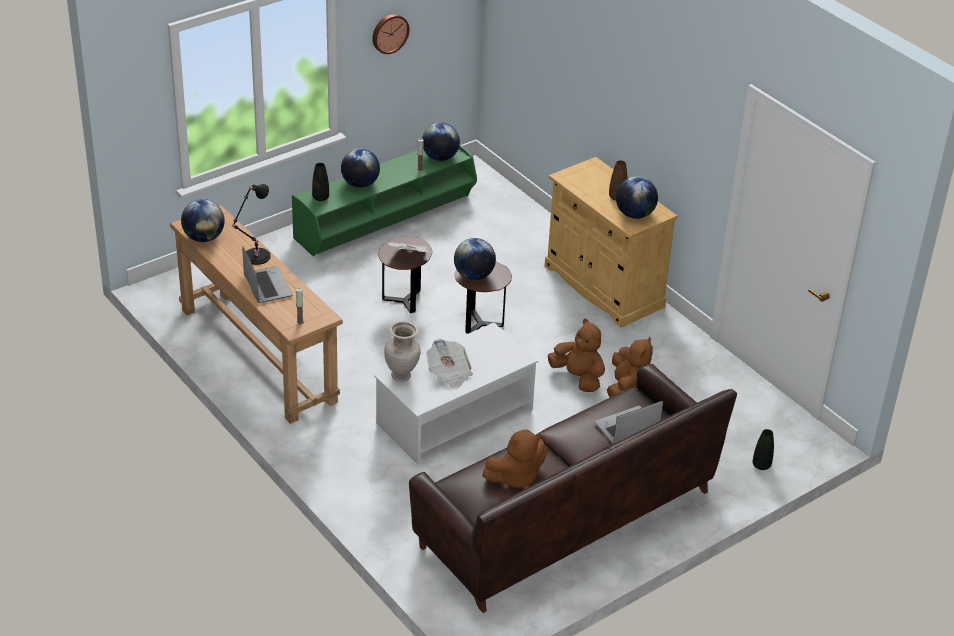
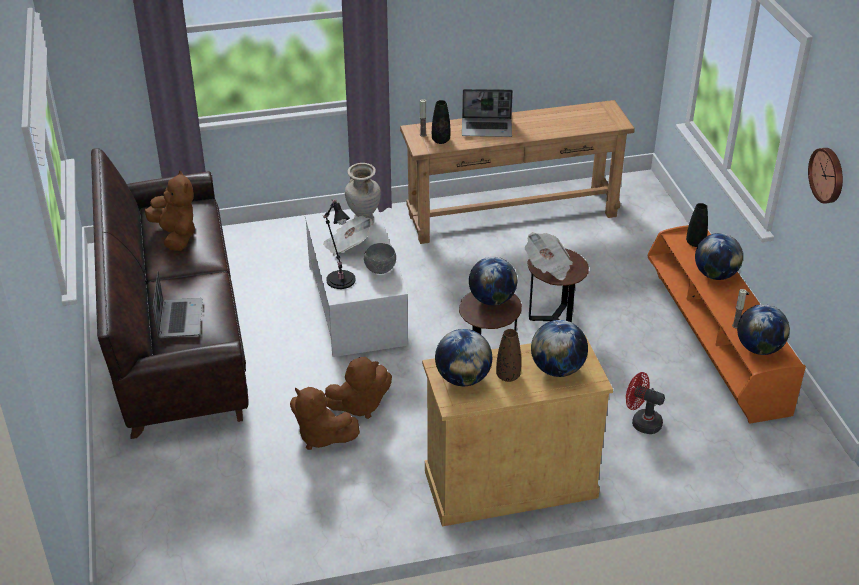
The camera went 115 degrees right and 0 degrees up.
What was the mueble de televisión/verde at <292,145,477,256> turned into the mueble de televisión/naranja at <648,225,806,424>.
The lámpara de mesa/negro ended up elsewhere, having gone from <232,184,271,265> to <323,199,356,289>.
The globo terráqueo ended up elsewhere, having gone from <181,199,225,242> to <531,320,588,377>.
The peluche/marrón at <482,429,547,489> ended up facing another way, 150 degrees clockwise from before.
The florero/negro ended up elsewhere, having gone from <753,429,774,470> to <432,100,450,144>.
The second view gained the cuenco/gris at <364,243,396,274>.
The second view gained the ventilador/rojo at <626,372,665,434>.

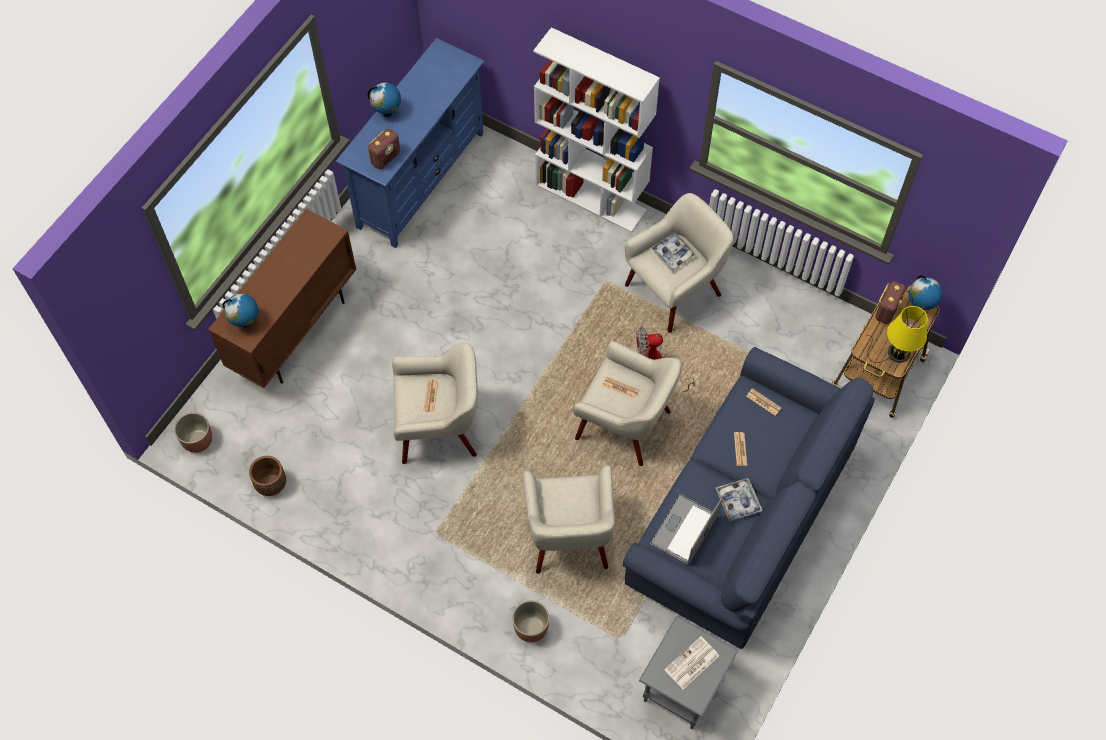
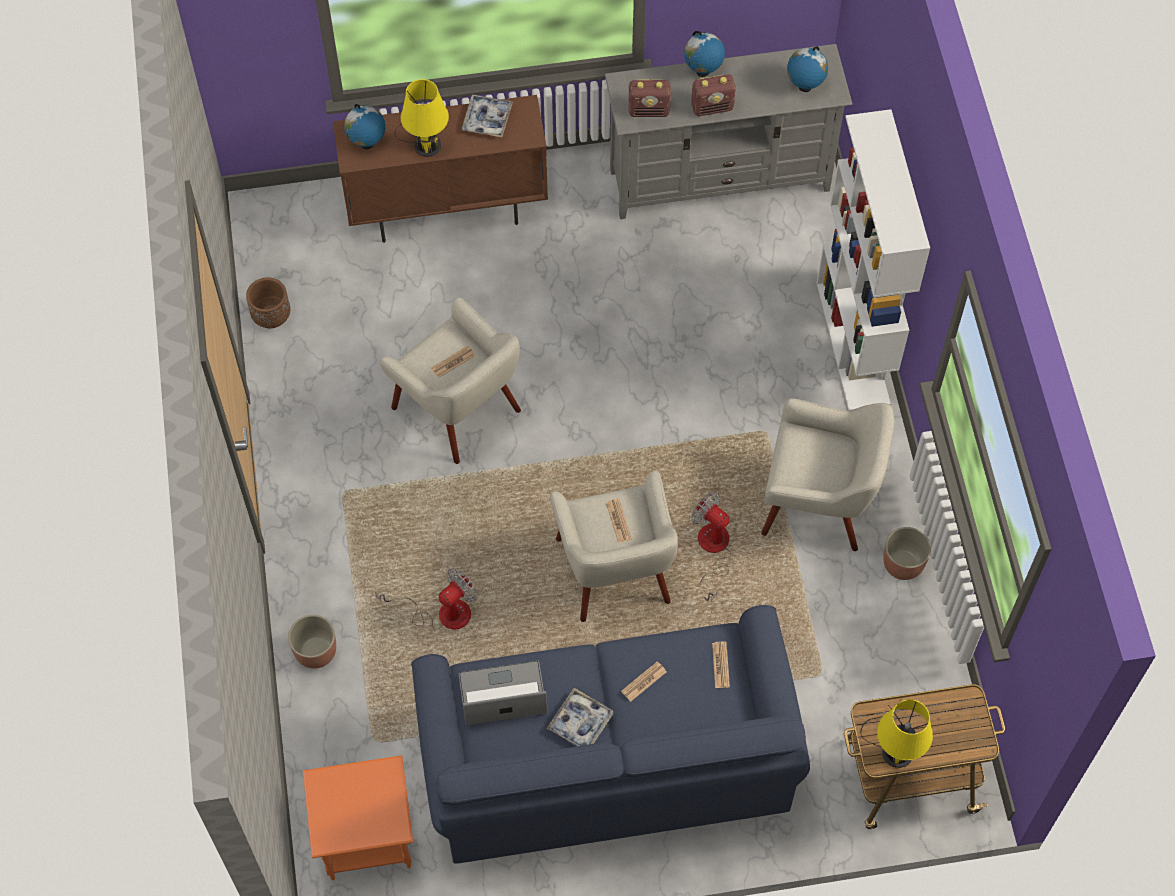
The camera went 50 degrees right and 0 degrees up.
What was the mueble de televisión/azul at <336,38,484,248> turned into the mueble de televisión/gris at <605,44,853,219>.
The bandeja ended up elsewhere, having gone from <650,232,697,271> to <462,95,513,137>.
The globo terráqueo ended up elsewhere, having gone from <909,275,943,310> to <787,46,828,92>.
The radio ended up elsewhere, having gone from <876,281,905,324> to <691,74,736,116>.
The maceta ended up elsewhere, having gone from <174,412,212,453> to <883,527,931,580>.
Where the sillón/beis stood at <523,466,615,574>, the ventilador came to stand at <375,568,478,630>.
What was the mesa auxiliar/gris at <639,616,739,729> turned into the mesa auxiliar/naranja at <303,755,413,880>.
The second view lost the periódico at <664,636,719,689>.
The second view gained the lámpara de mesa/amarillo at <394,79,449,157>.

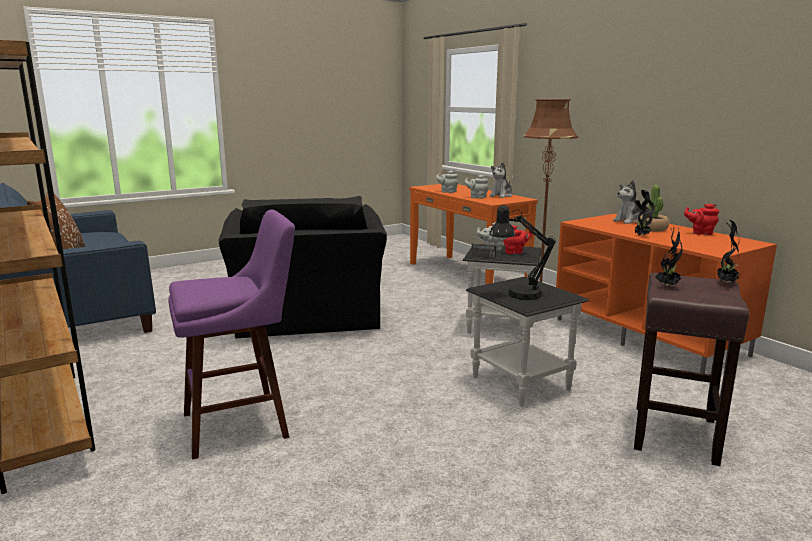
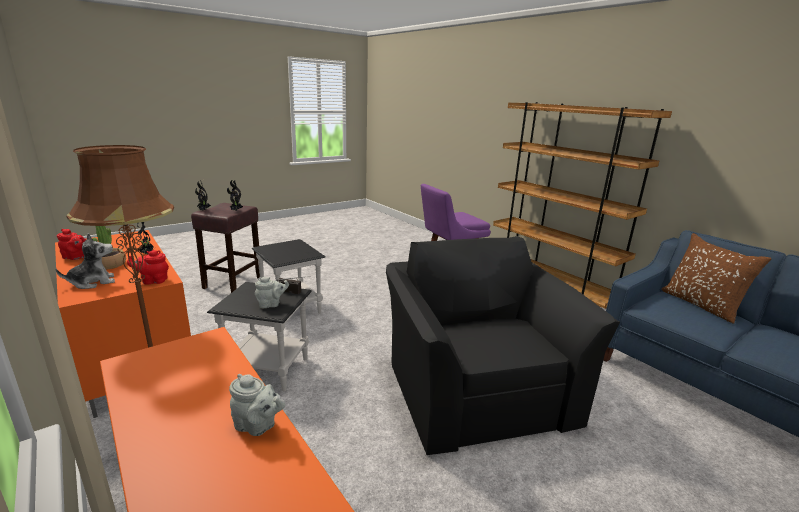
The camera went 175 degrees right and 5 degrees up.
The second view lost the peluche at <489,162,512,198>.
The second view lost the tetera/gris at <464,175,489,199>.
The second view lost the lámpara de mesa/negro at <489,205,556,300>.
The tetera/rojo ended up elsewhere, having gone from <503,225,532,254> to <127,250,169,285>.

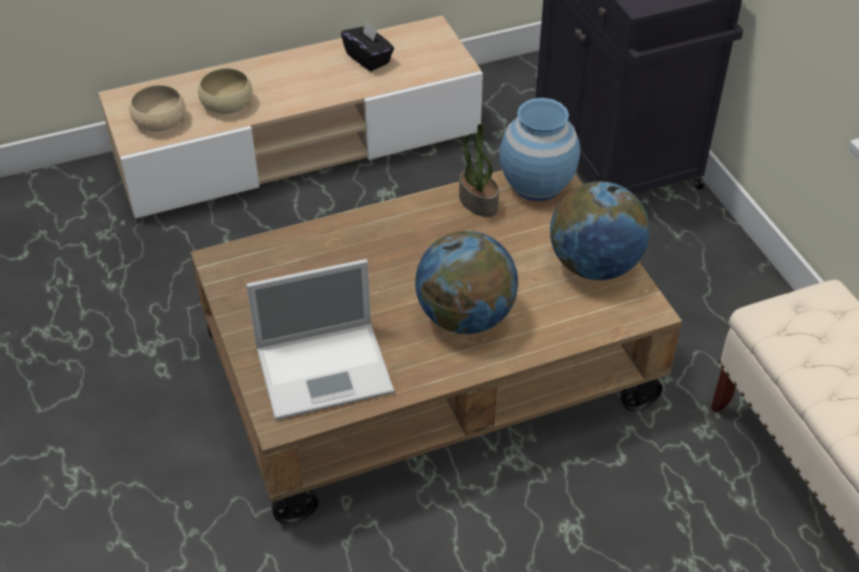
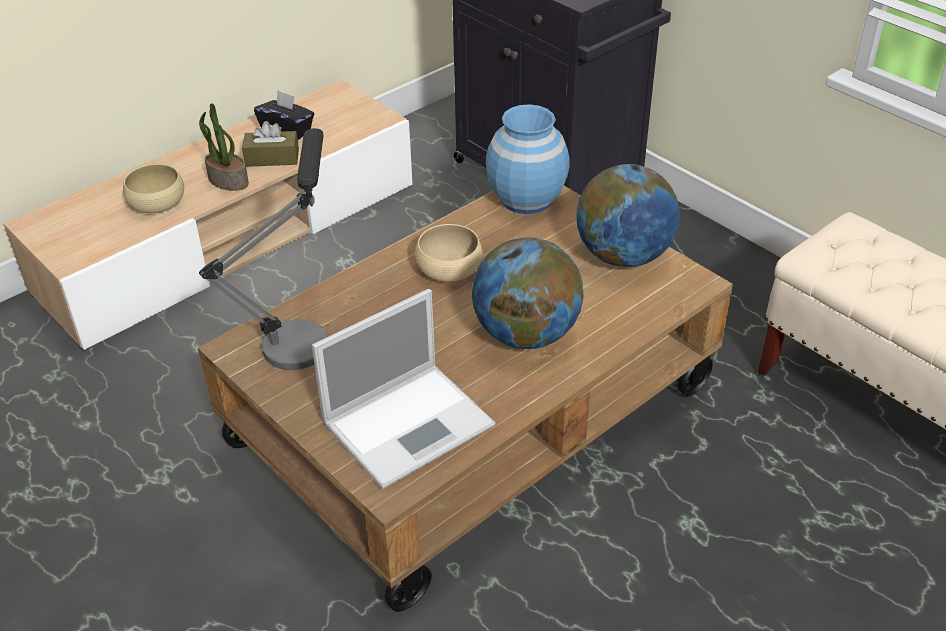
The camera went 20 degrees left and 5 degrees down.
The cuenco/beis ended up elsewhere, having gone from <130,85,185,132> to <415,224,483,282>.
The planta en maceta ended up elsewhere, having gone from <459,124,499,217> to <199,103,249,191>.
The second view gained the caja de pañuelos/marrón at <242,121,299,167>.
The second view gained the lámpara de mesa at <199,128,328,370>.

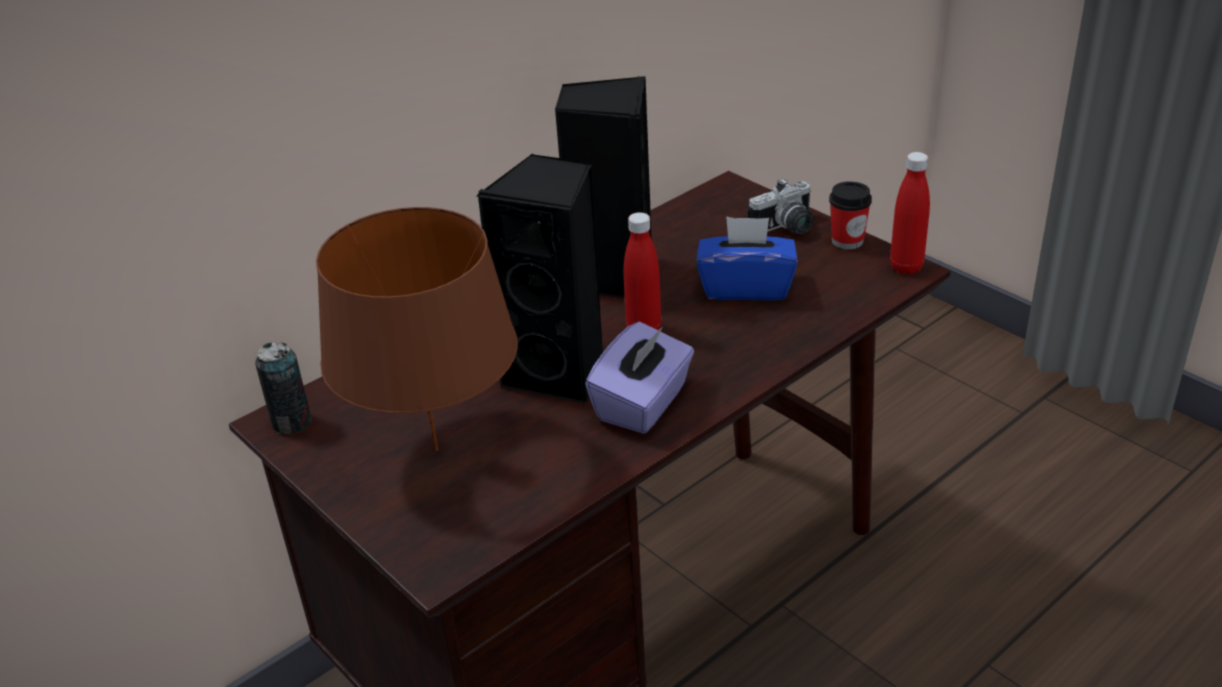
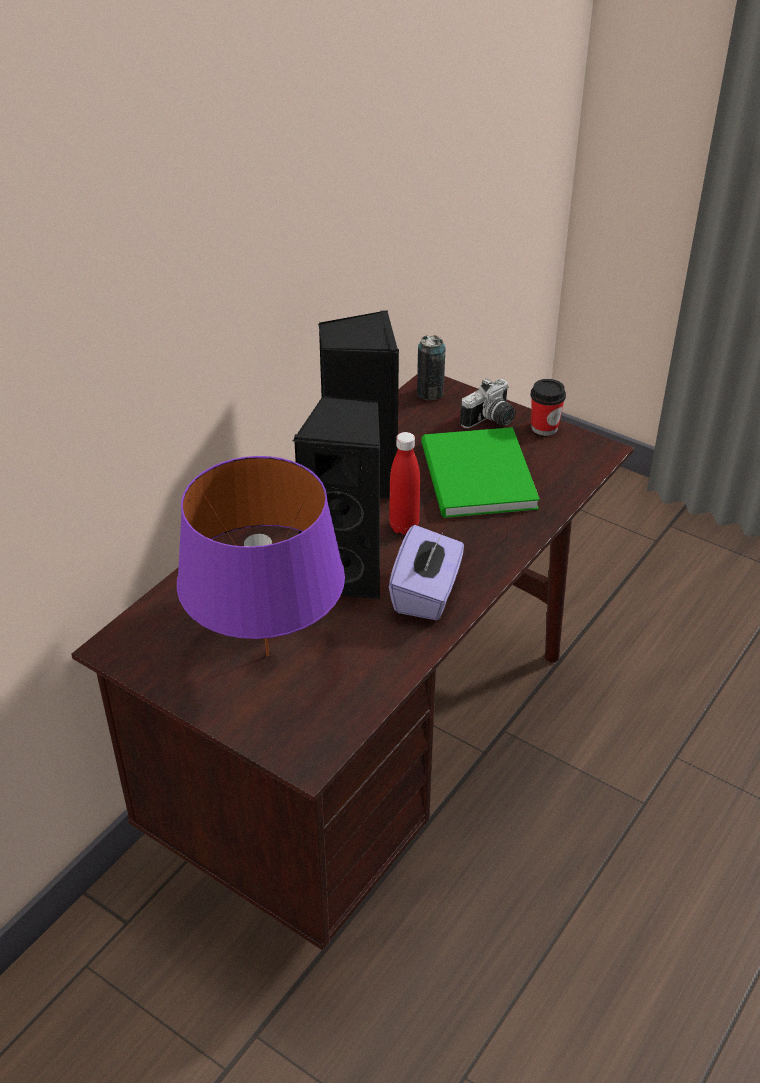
The camera went 15 degrees left and 5 degrees up.
The second view lost the botella/rojo at <890,152,930,274>.
What was the lámpara de mesa/marrón at <316,207,518,451> turned into the lámpara de mesa/morado at <177,456,345,657>.
Where the caja de pañuelos/azul stood at <696,216,798,301>, the libro/verde came to stand at <422,427,540,518>.
The lata ended up elsewhere, having gone from <255,342,312,434> to <417,335,445,400>.

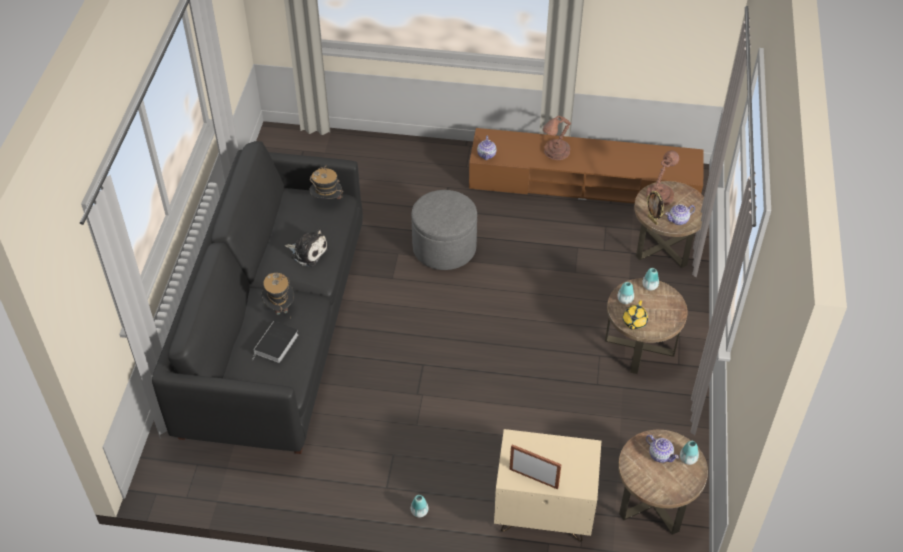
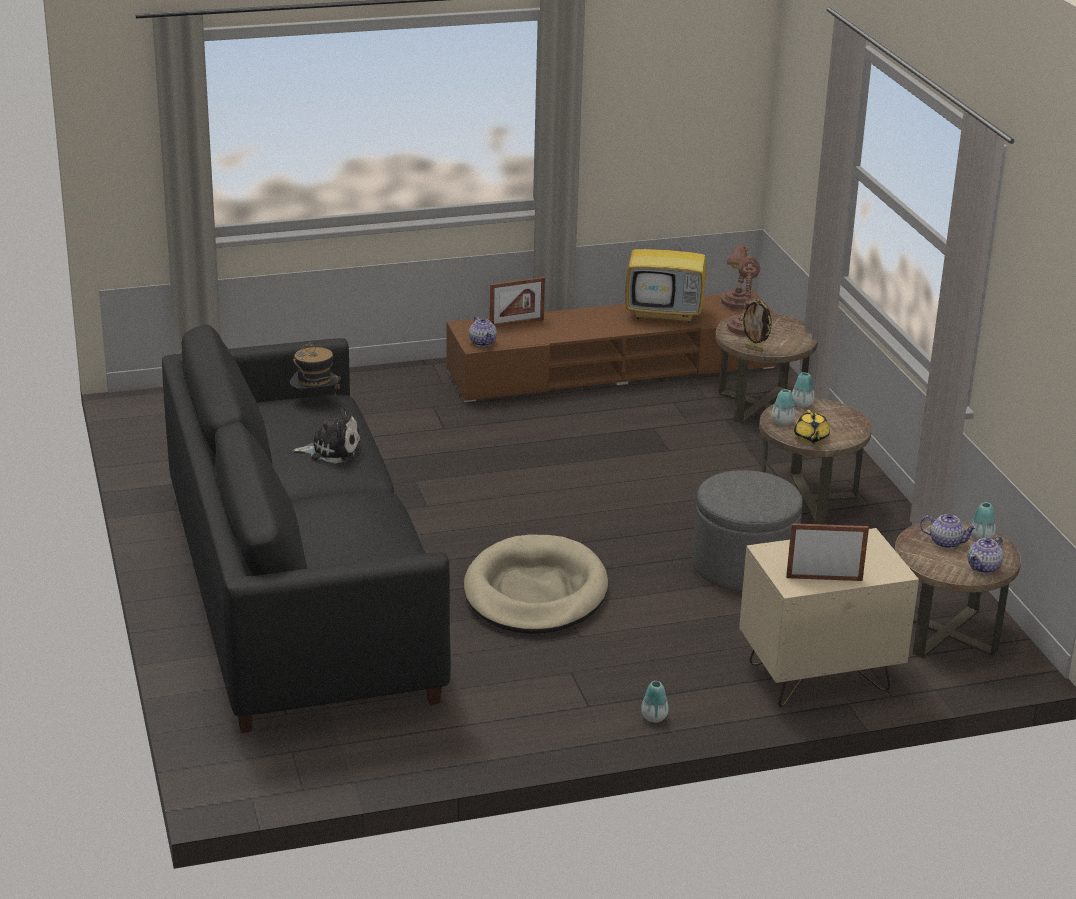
The camera went 25 degrees left and 20 degrees down.
The lámpara de mesa/marrón ended up elsewhere, having gone from <543,116,571,160> to <720,244,757,311>.
The puf/gris ended up elsewhere, having gone from <411,190,477,270> to <692,470,803,592>.
The tetera ended up elsewhere, having gone from <665,204,695,225> to <968,536,1003,574>.
The second view lost the sombrero at <261,273,294,318>.
The second view lost the libro at <252,321,298,363>.
The second view gained the televisor at <625,222,706,323>.
The second view gained the portarretratos at <490,277,545,327>.
The second view gained the cama para perro/beis at <464,535,608,634>.

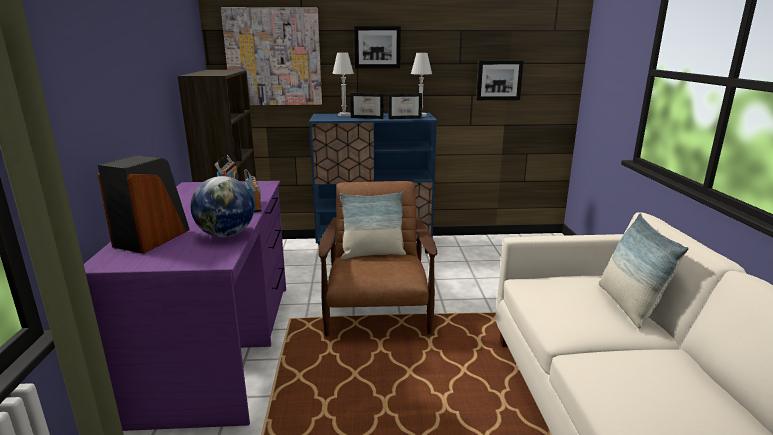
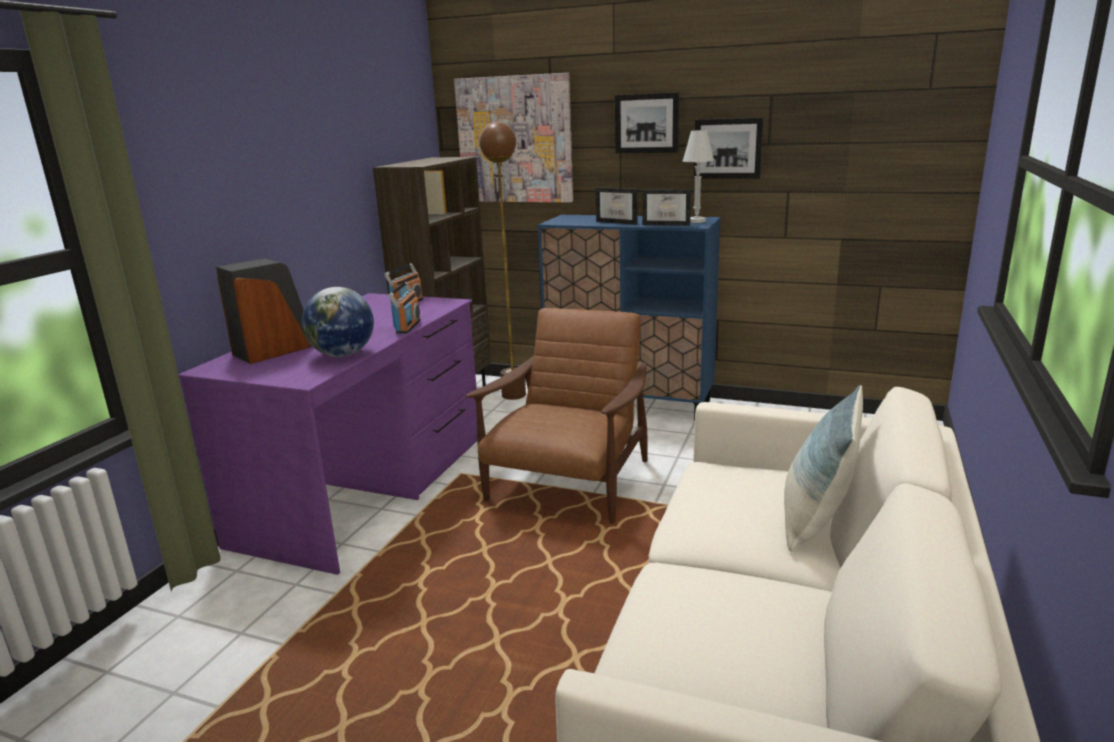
The camera went 25 degrees right and 0 degrees up.
The second view lost the lámpara de mesa/blanco at <332,52,354,116>.
The cuadro ended up elsewhere, having gone from <476,60,524,100> to <694,117,764,179>.
The second view lost the cojín at <340,192,406,259>.
The second view gained the lámpara de pie/marrón at <479,122,526,400>.

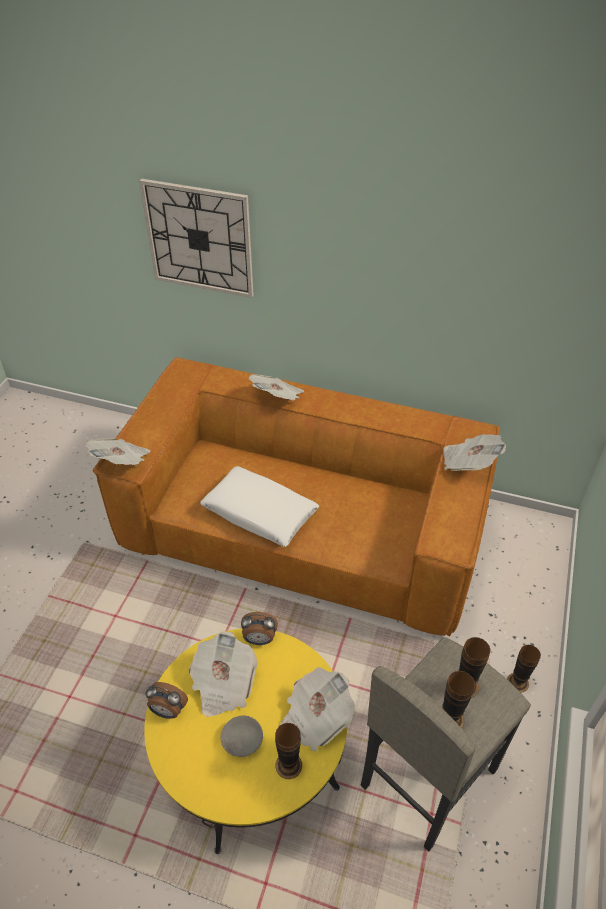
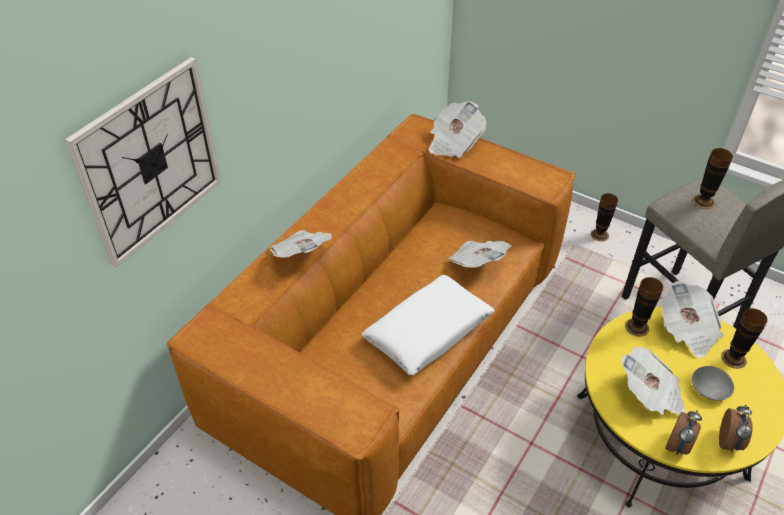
The camera went 75 degrees left and 0 degrees up.
The periódico ended up elsewhere, having gone from <85,439,151,465> to <448,241,512,268>.
The despertador ended up elsewhere, having gone from <241,612,278,645> to <719,404,753,452>.
The florero ended up elsewhere, having gone from <442,671,475,728> to <625,277,663,337>.

